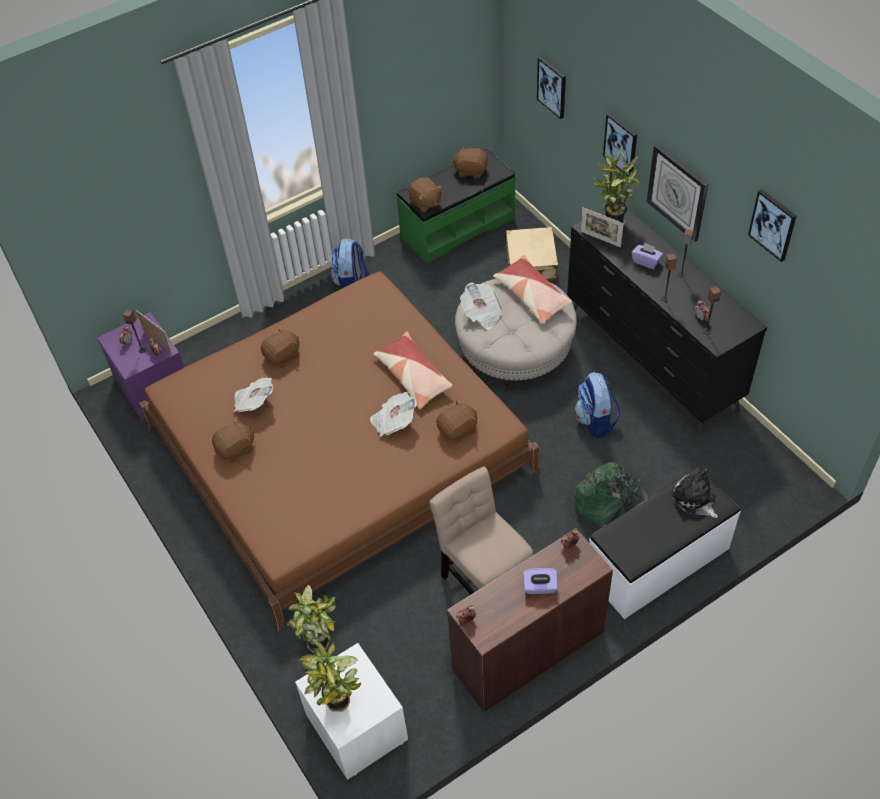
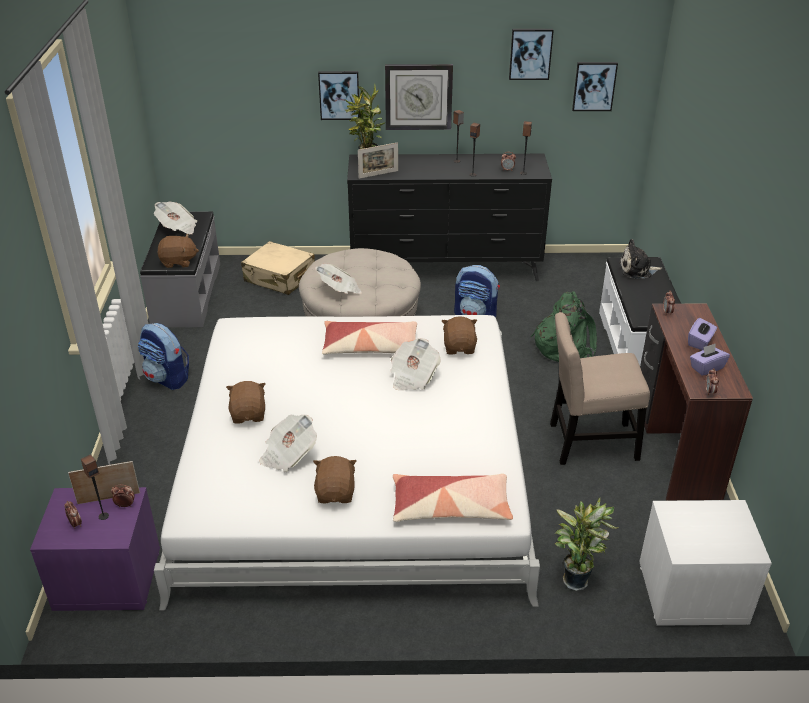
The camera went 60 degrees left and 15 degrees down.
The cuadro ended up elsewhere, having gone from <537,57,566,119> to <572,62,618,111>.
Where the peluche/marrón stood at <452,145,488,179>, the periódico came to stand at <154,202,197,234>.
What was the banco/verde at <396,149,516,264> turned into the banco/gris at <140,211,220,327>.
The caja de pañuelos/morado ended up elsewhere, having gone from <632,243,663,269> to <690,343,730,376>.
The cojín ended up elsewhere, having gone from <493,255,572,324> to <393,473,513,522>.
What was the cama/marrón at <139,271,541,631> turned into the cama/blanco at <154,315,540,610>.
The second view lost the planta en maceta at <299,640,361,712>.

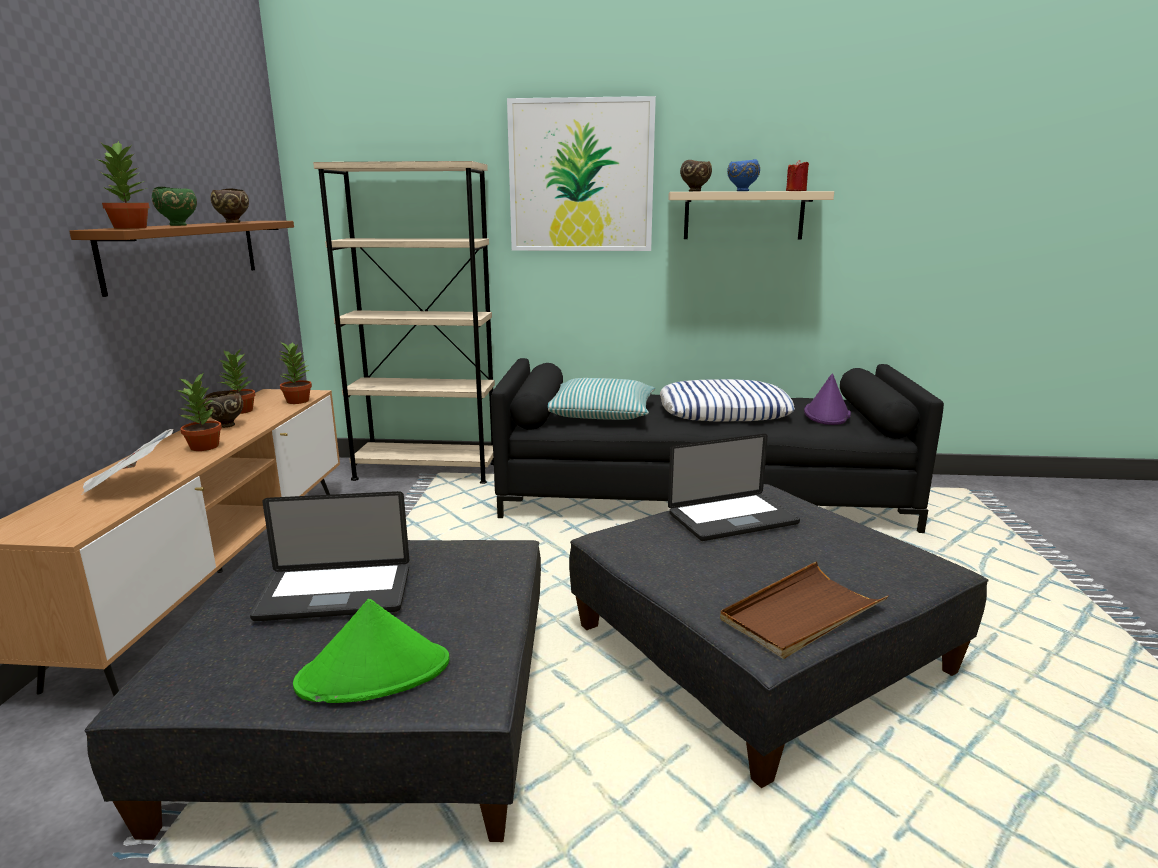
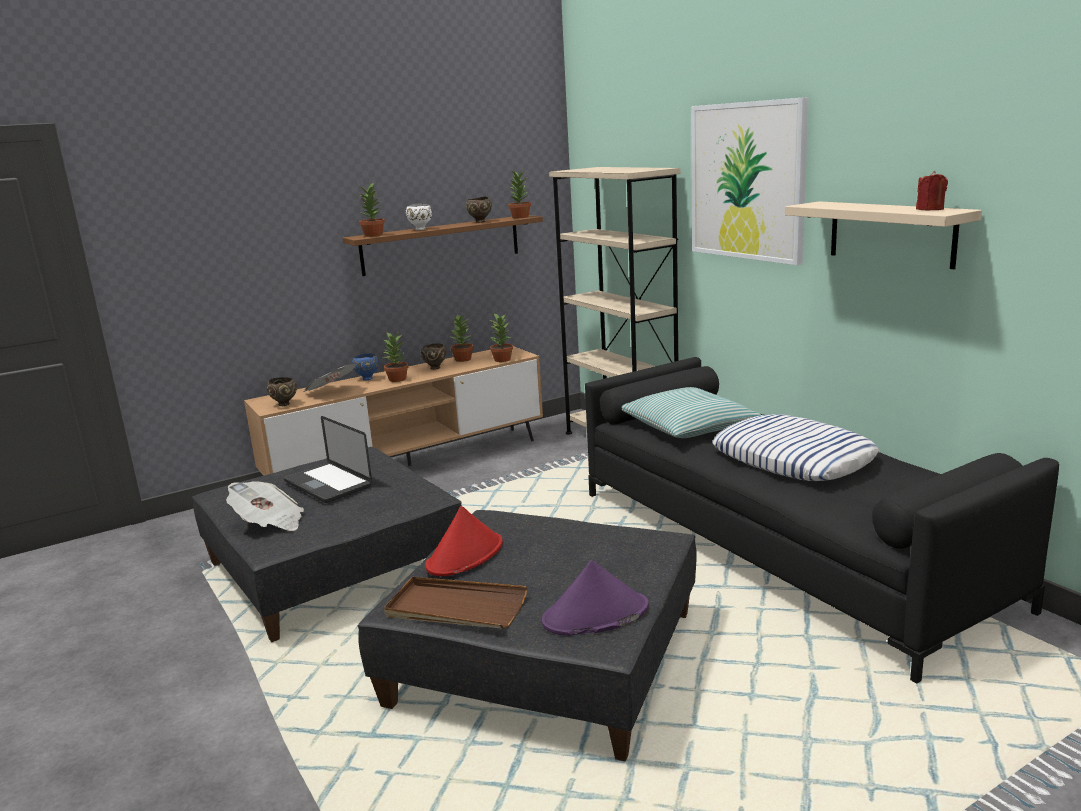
The camera went 55 degrees right and 0 degrees up.
The cuenco/azul ended up elsewhere, having gone from <727,159,760,191> to <352,354,379,380>.
The cuenco/marrón ended up elsewhere, having gone from <680,160,712,191> to <267,377,297,406>.
What was the cuenco/verde at <152,187,197,226> turned into the cuenco/blanco at <406,203,432,230>.
The sombrero/morado ended up elsewhere, having gone from <804,374,851,425> to <542,560,649,636>.
The second view lost the portátil at <668,434,800,541>.
Where the sombrero/verde stood at <293,599,450,703>, the periódico came to stand at <226,481,304,531>.
The second view gained the planta en maceta at <508,169,531,218>.
The second view gained the sombrero/rojo at <425,506,503,576>.

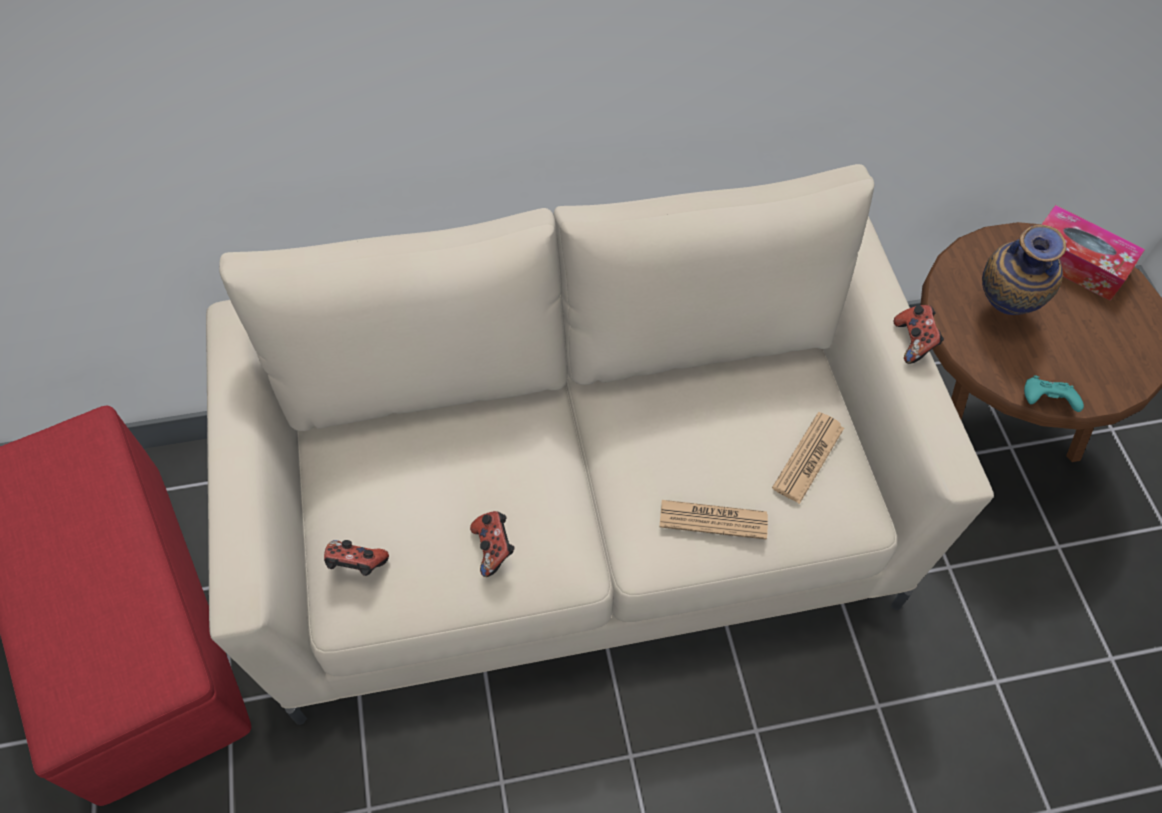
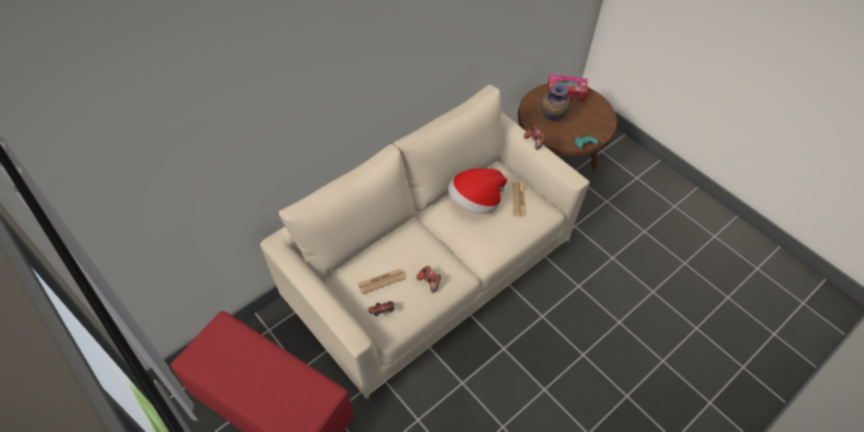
The camera went 30 degrees left and 5 degrees down.
The periódico ended up elsewhere, having gone from <660,500,768,540> to <357,269,405,294>.
The second view gained the sombrero at <448,168,507,214>.

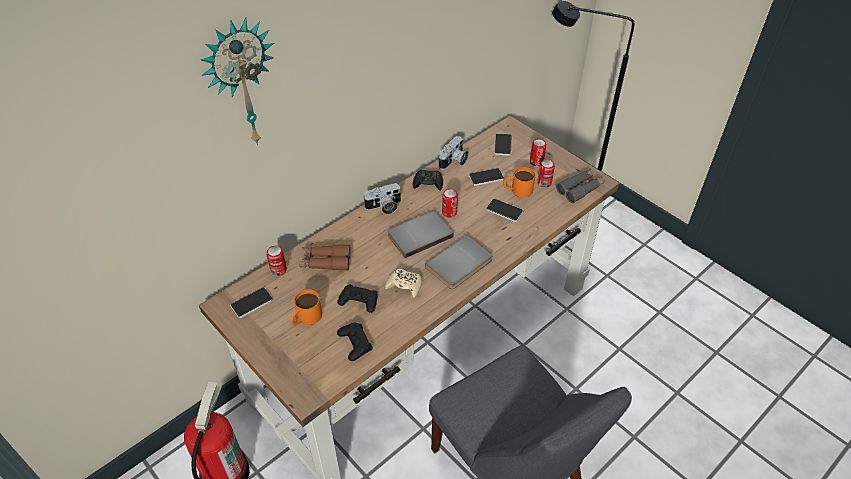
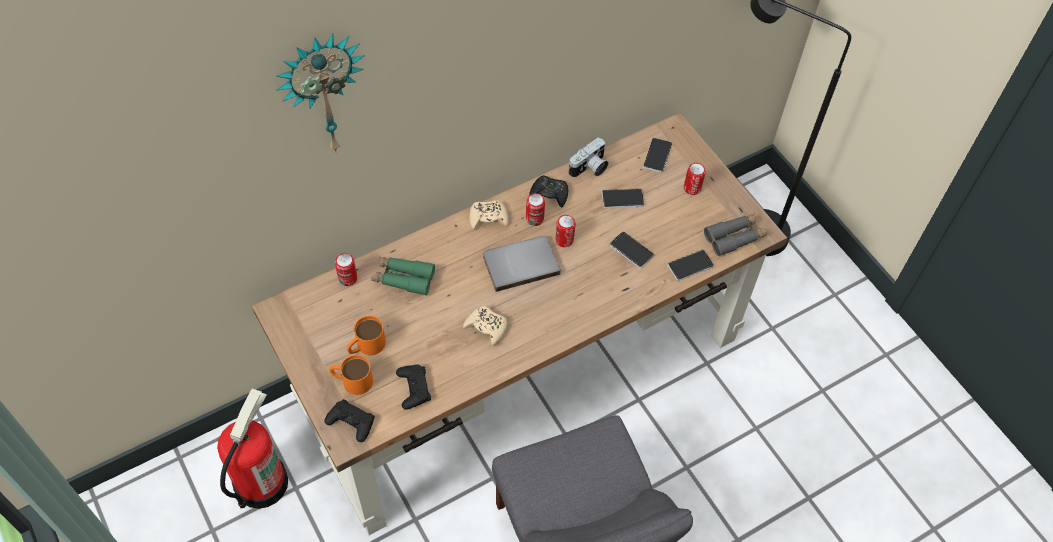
The camera went 10 degrees right and 10 degrees up.
The lata ended up elsewhere, having gone from <537,159,555,188> to <526,193,545,226>.
The taza grande/naranja ended up elsewhere, having gone from <503,167,535,197> to <329,355,373,395>.
Where the cámara stood at <364,183,401,214>, the mando de consola/beis came to stand at <470,200,508,229>.
The second view lost the libro/gris at <425,235,493,289>.
What was the prismáticos/marrón at <299,245,351,271> turned into the prismáticos/verde at <371,256,435,296>.
The mando de consola/negro ended up elsewhere, having gone from <337,285,377,313> to <324,399,375,442>.
The móvil ended up elsewhere, having gone from <230,287,273,318> to <667,250,714,281>.

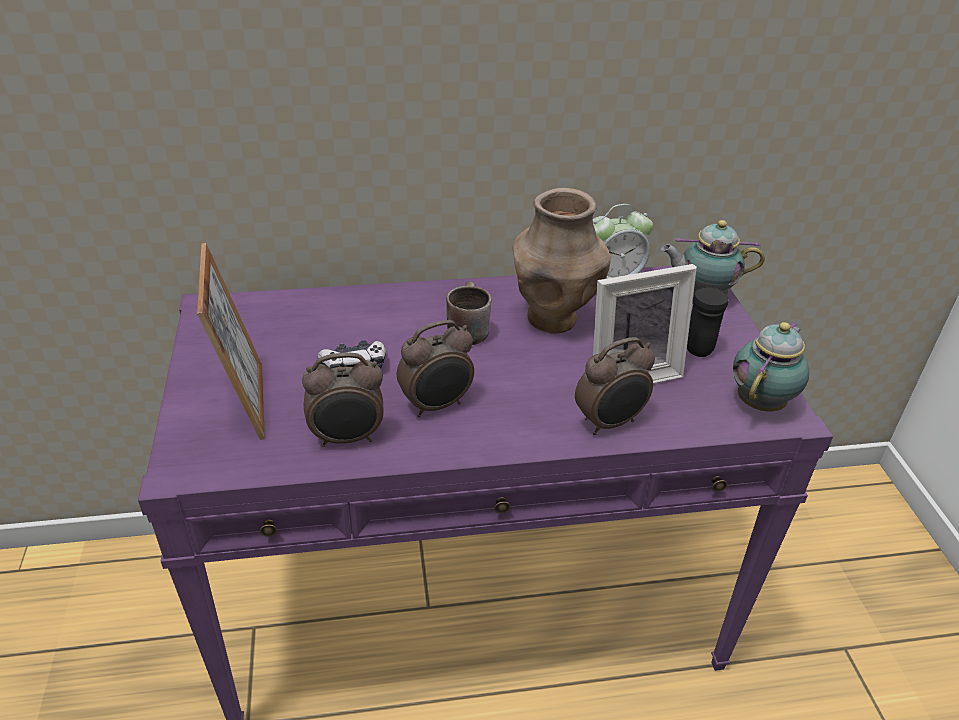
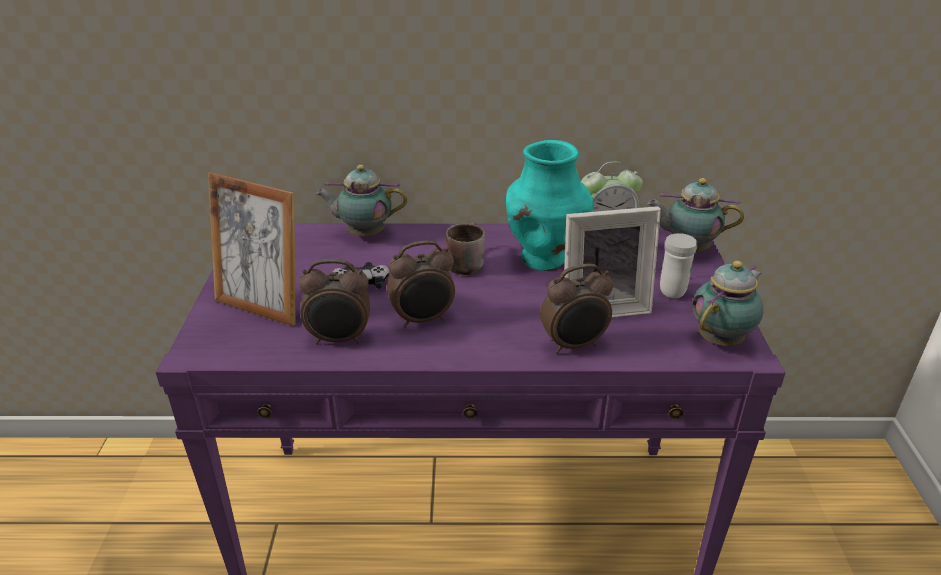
The camera went 10 degrees right and 5 degrees down.
What was the florero/marrón at <513,188,611,334> turned into the florero/turquesa at <506,140,594,271>.
The portarretratos at <197,243,265,440> ended up facing another way, 120 degrees clockwise from before.
What was the taza grande/negro at <687,287,728,357> turned into the taza grande/blanco at <660,233,697,298>.
The second view gained the tetera at <315,165,407,236>.

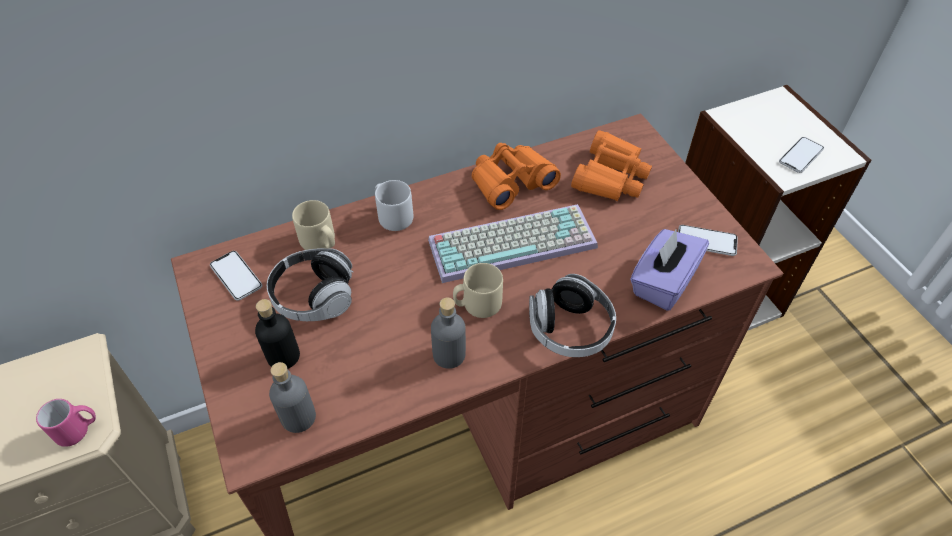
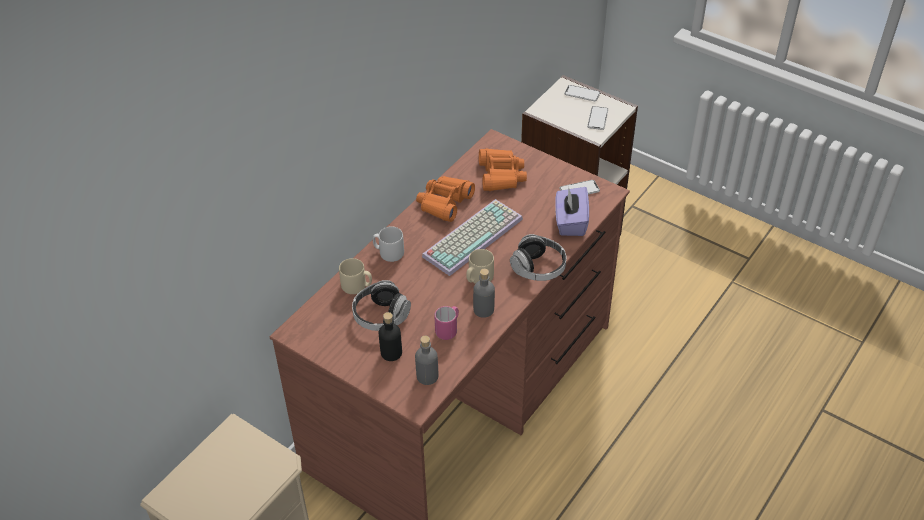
The camera went 30 degrees left and 5 degrees down.
The móvil ended up elsewhere, having gone from <210,251,262,301> to <564,85,600,101>.
The taza grande/rosa ended up elsewhere, having gone from <36,399,96,447> to <434,306,459,340>.

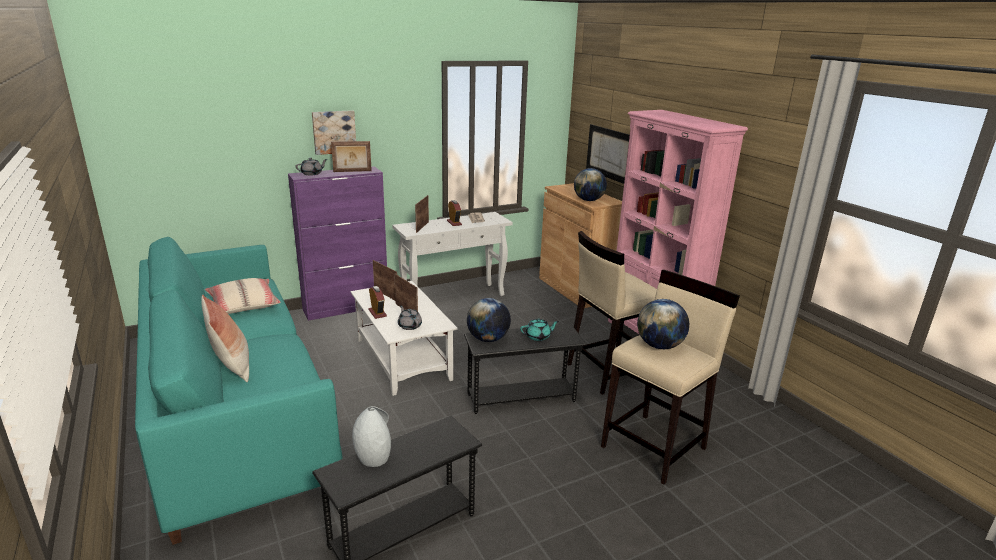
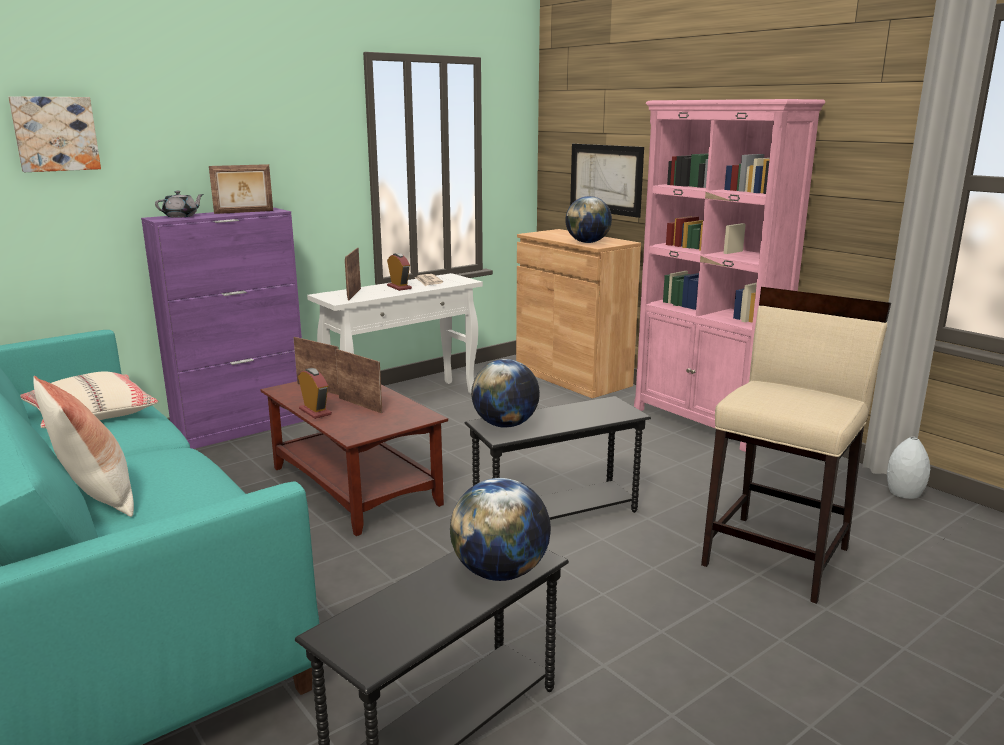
The camera went 10 degrees left and 5 degrees down.
The cuadro ended up elsewhere, having gone from <312,110,356,155> to <8,96,101,172>.
The second view lost the taburete/beis at <567,231,657,395>.
What was the mesa de centro/blanco at <351,281,458,396> turned into the mesa de centro/marrón at <260,381,448,536>.
The globo terráqueo ended up elsewhere, having gone from <637,299,689,349> to <450,478,551,581>.
The second view lost the tetera/gris at <398,305,422,330>.
The second view lost the tetera/turquesa at <520,319,559,341>.
The florero/gris ended up elsewhere, having gone from <352,406,391,467> to <887,437,930,499>.

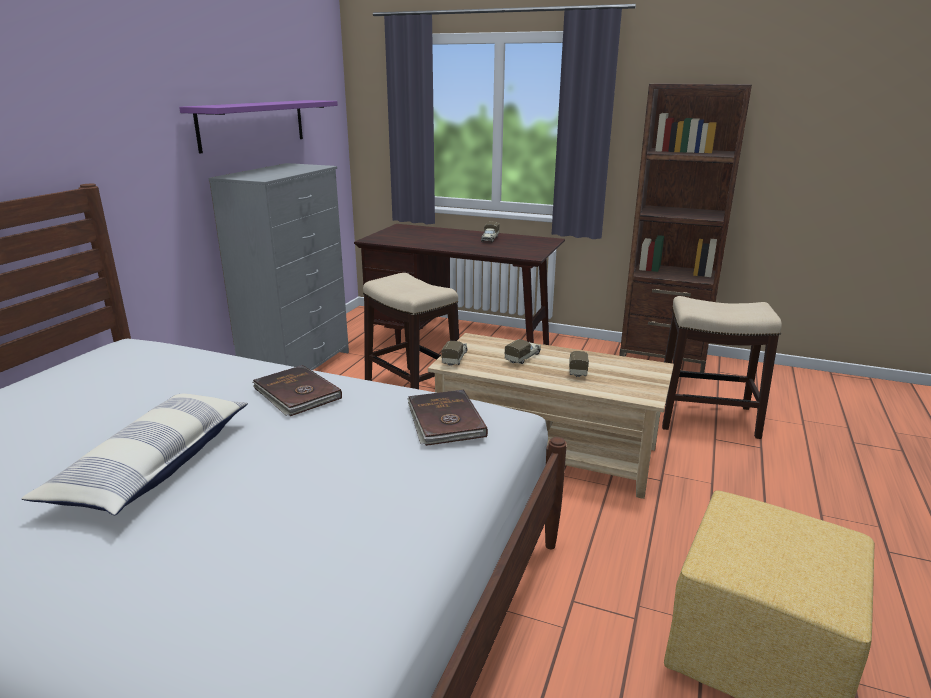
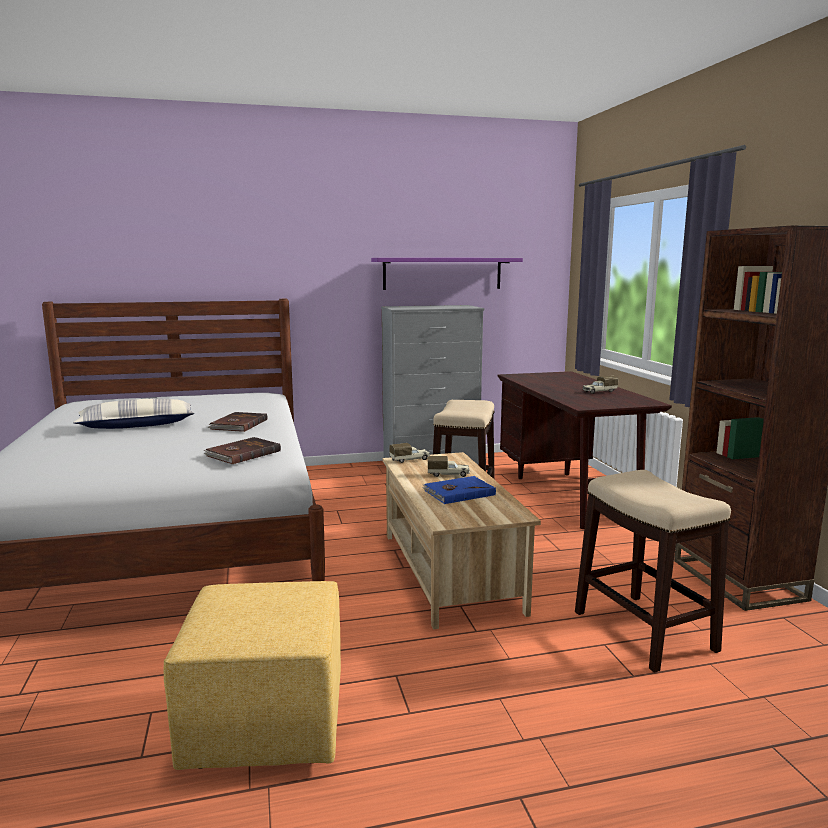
The camera went 55 degrees right and 10 degrees down.
Where the camión de juguete stood at <569,351,589,378>, the libro/azul came to stand at <422,476,496,504>.

